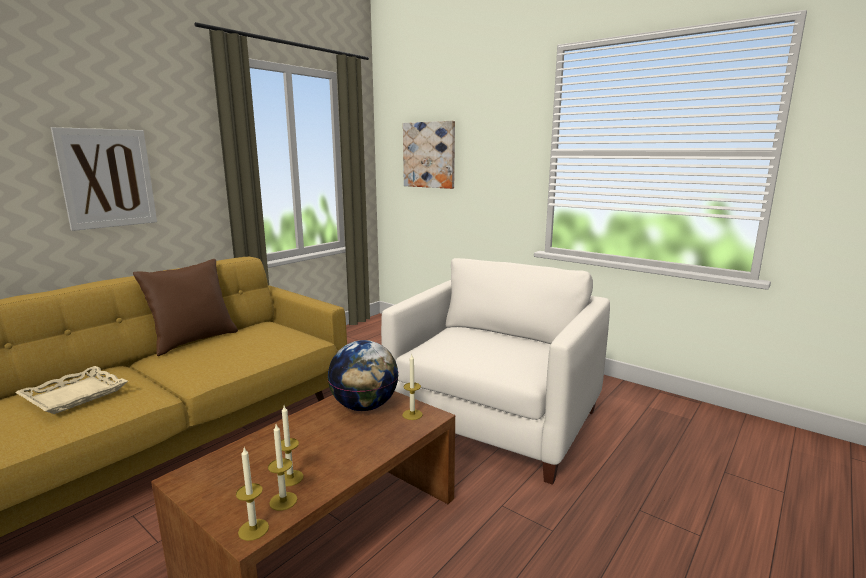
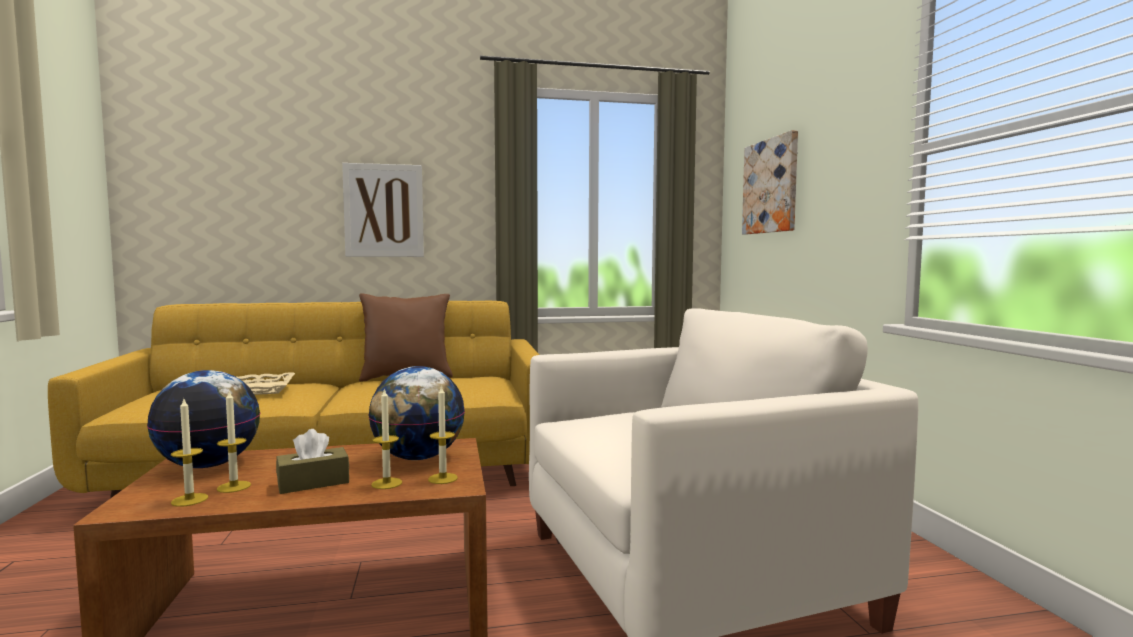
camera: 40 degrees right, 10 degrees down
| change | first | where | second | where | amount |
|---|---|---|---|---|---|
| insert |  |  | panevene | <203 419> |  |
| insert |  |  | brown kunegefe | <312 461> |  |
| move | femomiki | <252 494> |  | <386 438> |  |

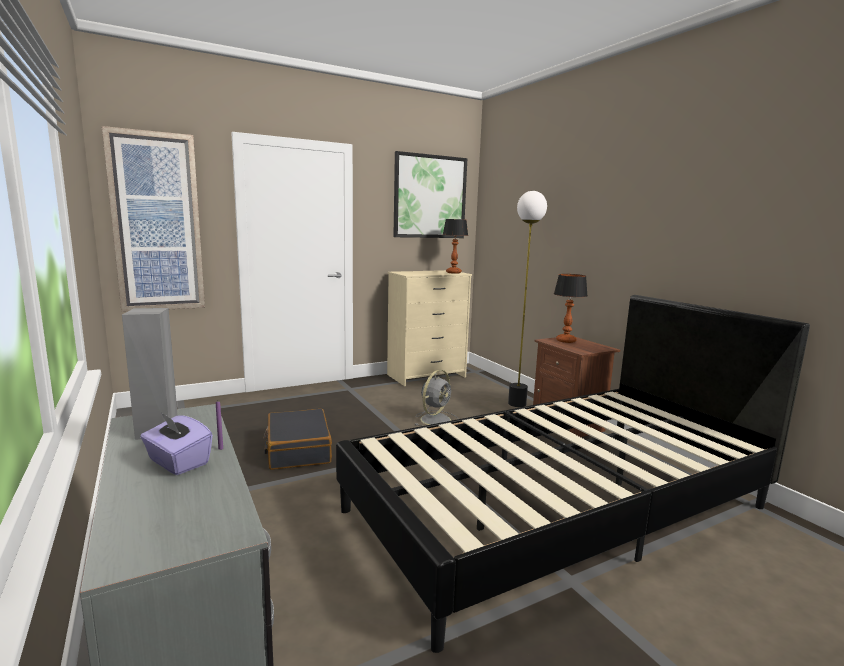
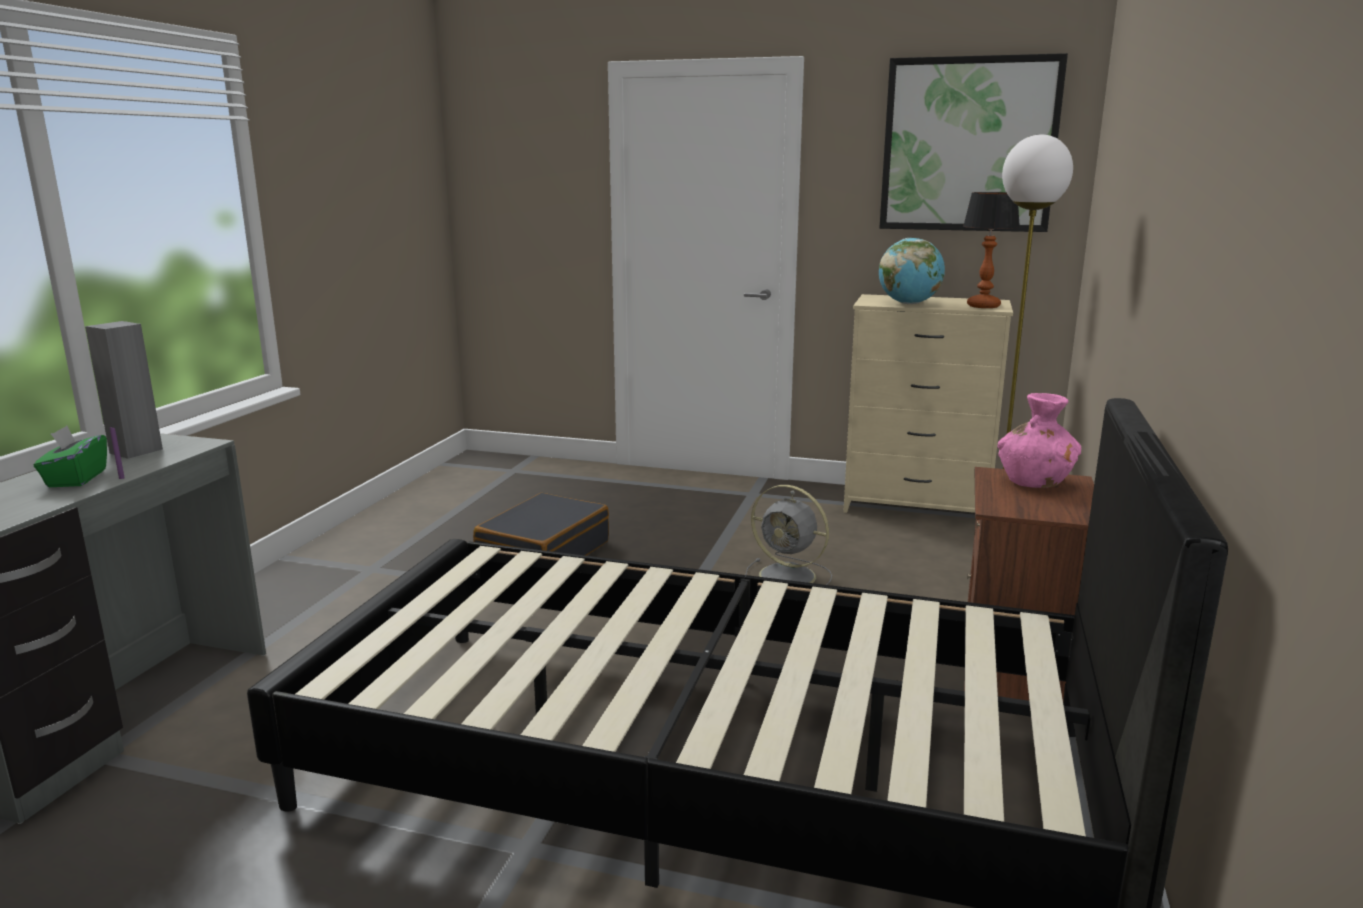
camera: 45 degrees right, 5 degrees up
| change | first | where | second | where | amount |
|---|---|---|---|---|---|
| delete | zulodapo | <153 219> |  |  |  |
| insert |  |  | panevene | <912 271> |  |
| replace | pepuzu | <571 308> | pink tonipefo | <1039 440> |  |
| recolor | purple kunegefe | <176 443> | green kunegefe | <70 456> |  |
| rotate | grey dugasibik | <436 398> |  | <788 535> | 45 degrees clockwise |

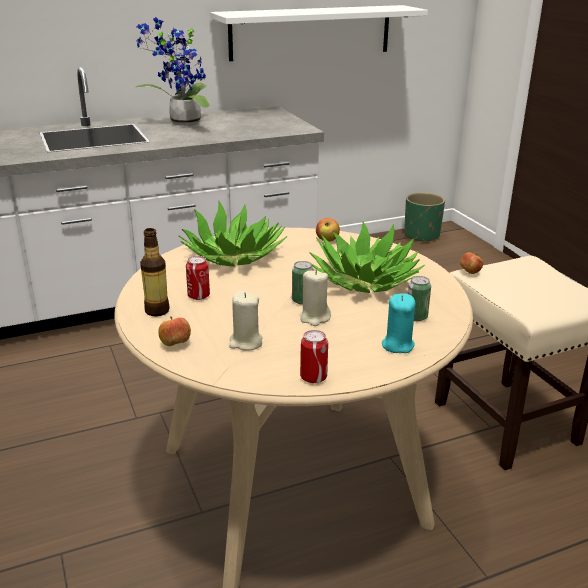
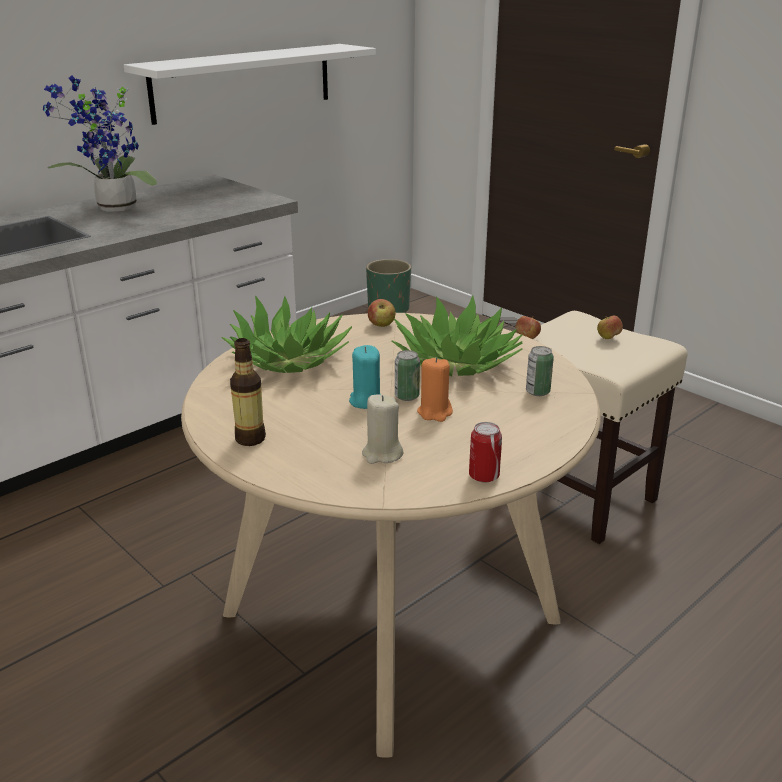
camera: 20 degrees left, 0 degrees up
| change | first | where | second | where | amount |
|---|---|---|---|---|---|
| delete | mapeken | <198 278> |  |  |  |
| move | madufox | <174 331> |  | <610 327> |  |
| move | turquoise femomiki | <399 323> |  | <365 377> |  |
| recolor | beige femomiki | <315 298> | orange femomiki | <435 389> |  |

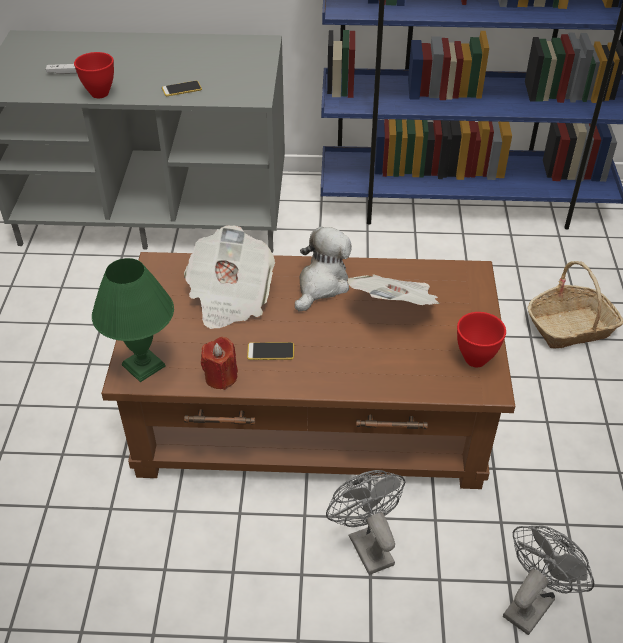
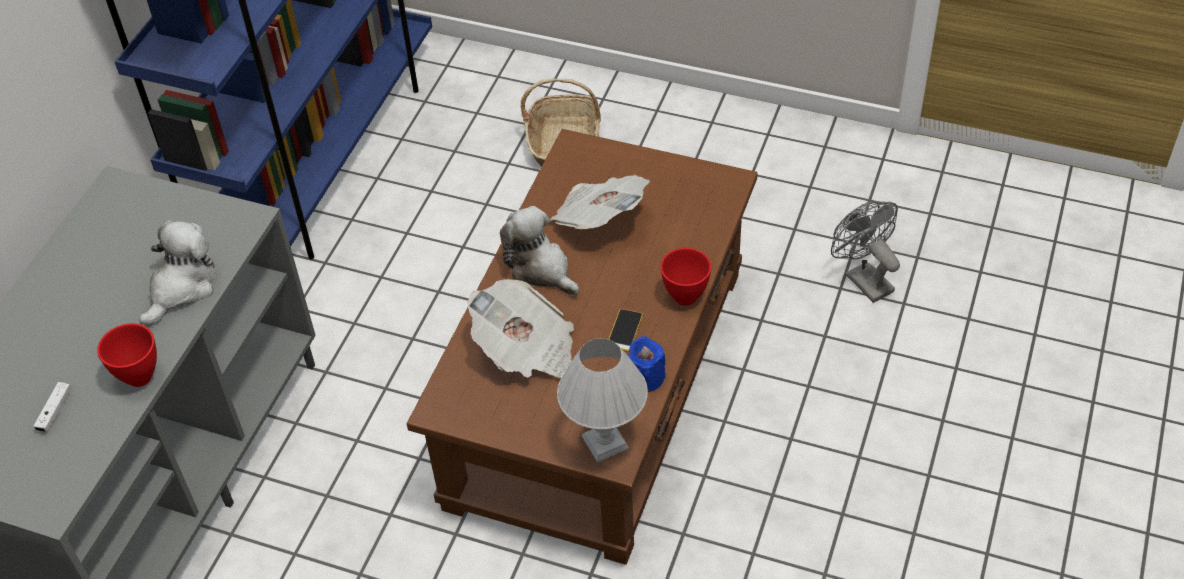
camera: 70 degrees left, 5 degrees up
| change | first | where | second | where | amount |
|---|---|---|---|---|---|
| delete | grey dugasibik | <365 522> |  |  |  |
| move | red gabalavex | <481 339> |  | <685 277> |  |
| replace | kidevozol | <182 88> | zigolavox | <177 273> |  |
| recolor | green pepuzu | <133 320> | white pepuzu | <602 400> |  |
| recolor | red femomiki | <219 363> | blue femomiki | <647 364> |  |

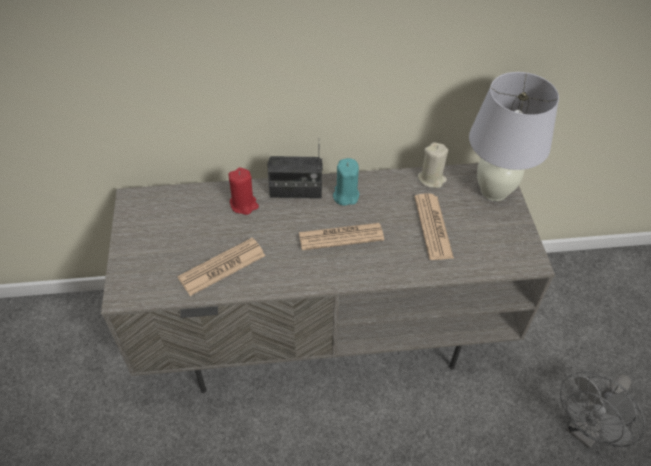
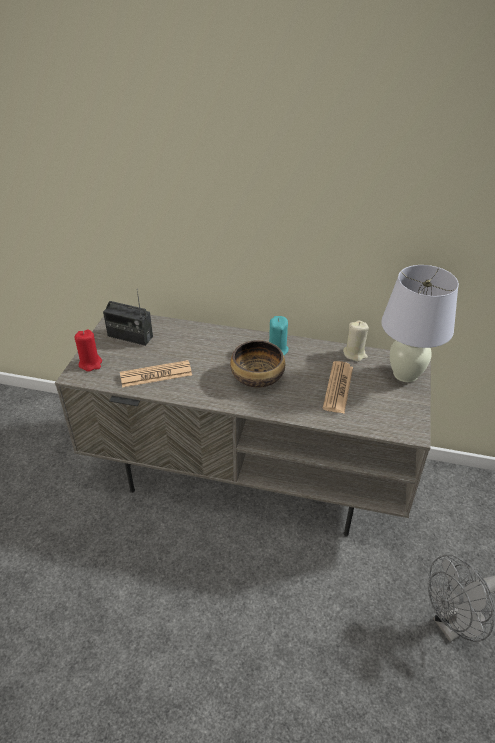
camera: 20 degrees right, 10 degrees down
| change | first | where | second | where | amount |
|---|---|---|---|---|---|
| move | red femomiki | <243 191> |  | <88 351> |  |
| move | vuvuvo | <295 168> |  | <128 317> |  |
| replace | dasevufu | <341 236> | gabalavex | <257 364> |  |

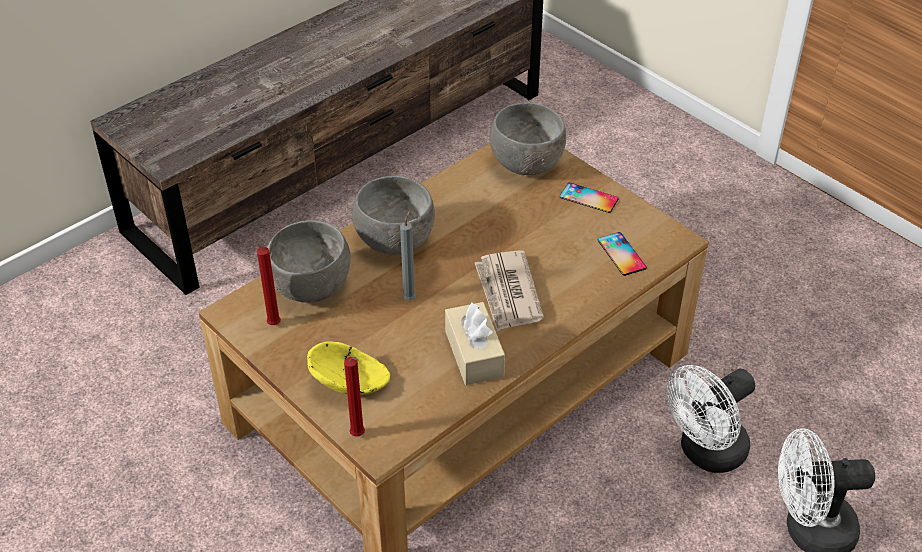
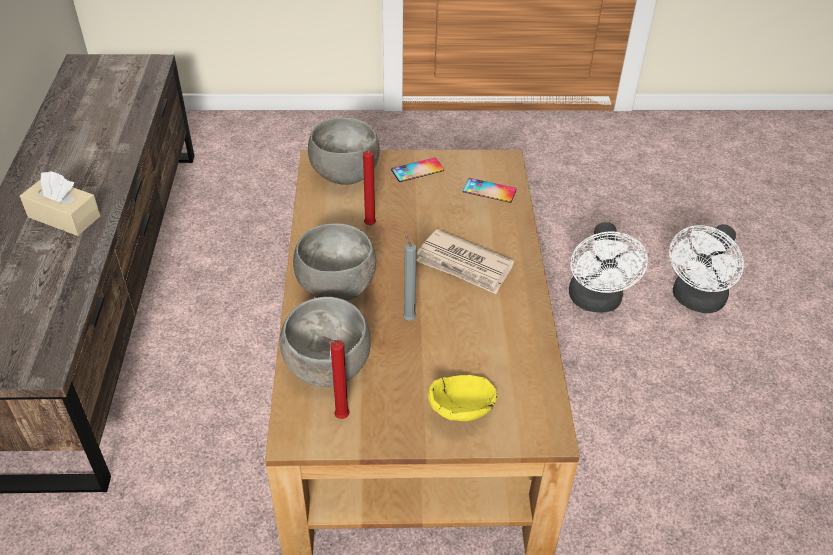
camera: 50 degrees left, 0 degrees up
| change | first | where | second | where | amount |
|---|---|---|---|---|---|
| move | red femomiki | <354 397> |  | <371 185> |  |
| move | beige kunegefe | <475 343> |  | <60 203> |  |

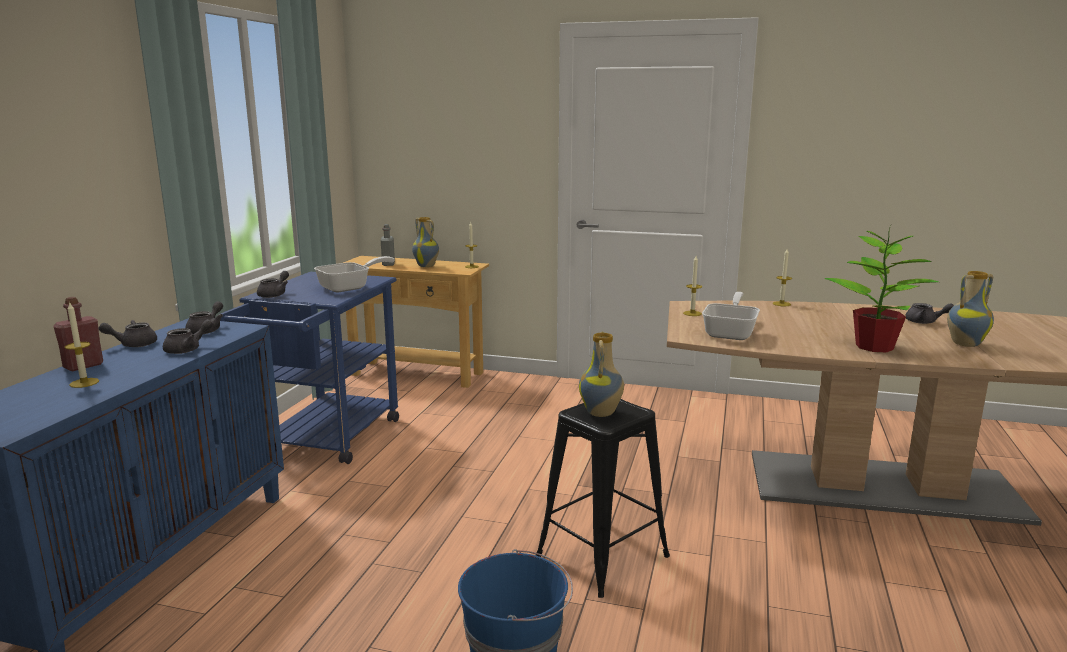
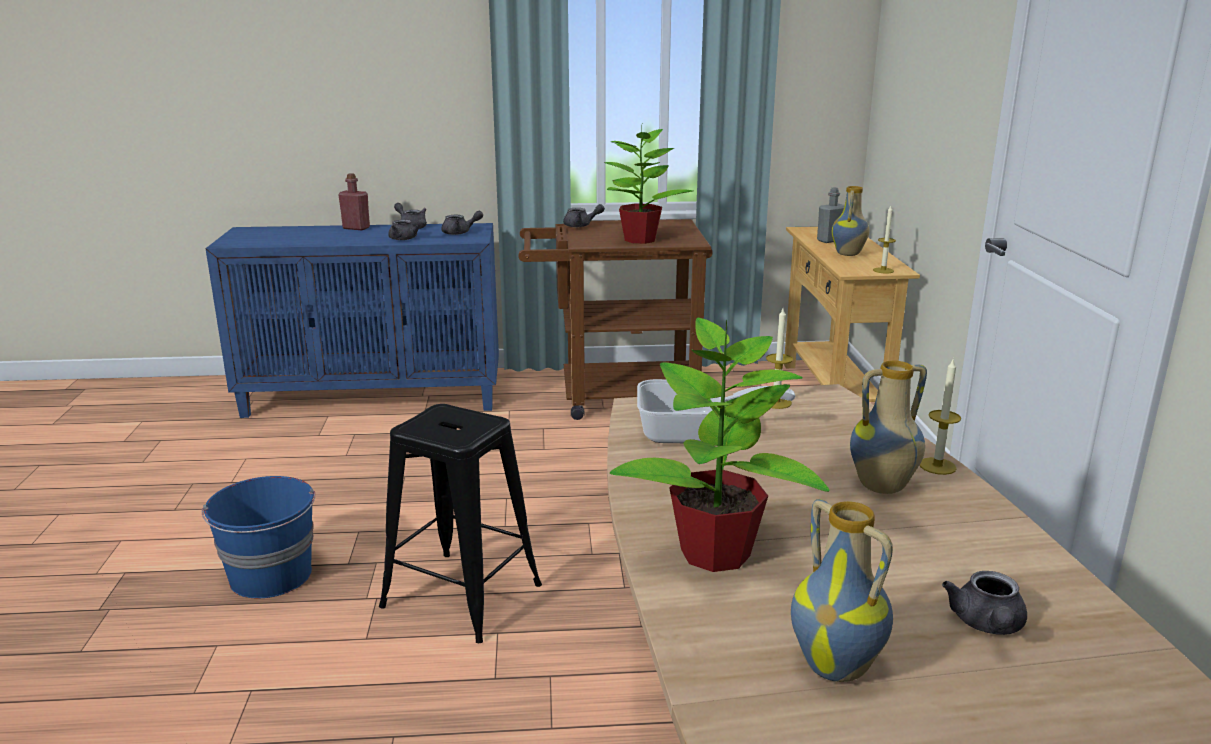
camera: 70 degrees right, 5 degrees up
| change | first | where | second | where | amount |
|---|---|---|---|---|---|
| delete | femomiki | <82 344> |  |  |  |
| move | tonipefo | <601 374> |  | <888 427> |  |
| replace | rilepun | <354 274> | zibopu | <648 185> |  |
| recolor | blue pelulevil | <309 368> | brown pelulevil | <615 319> |  |

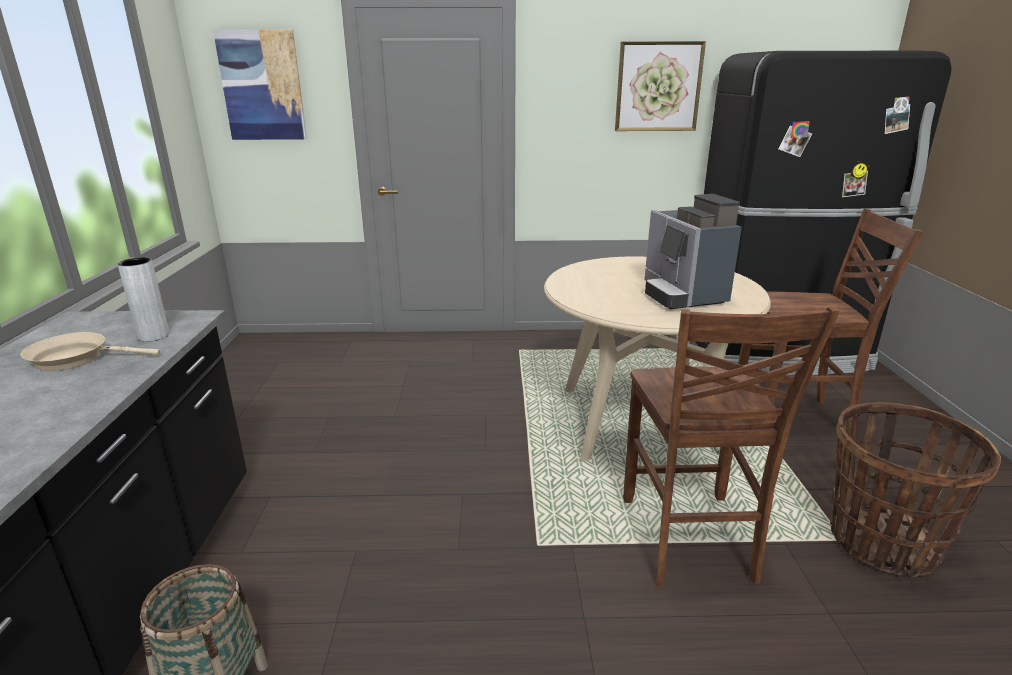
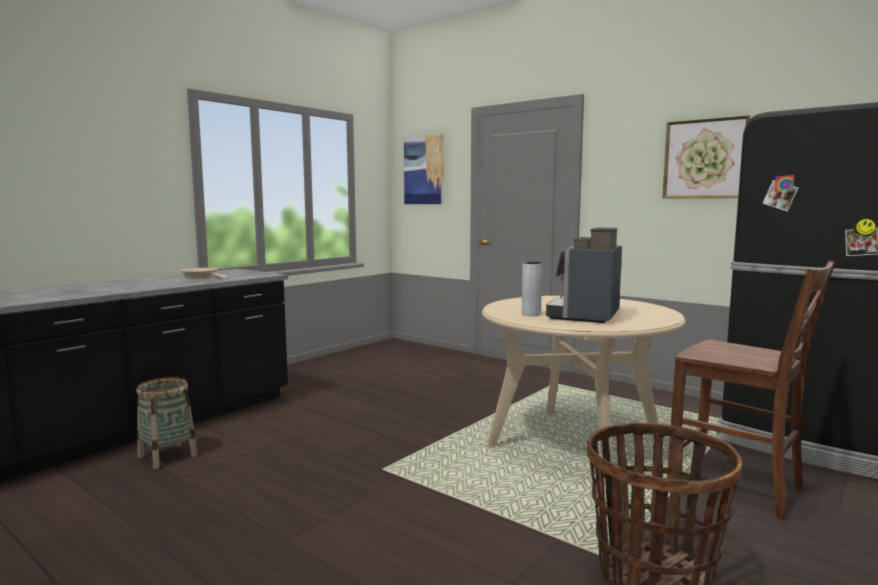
camera: 40 degrees right, 15 degrees down
| change | first | where | second | where | amount |
|---|---|---|---|---|---|
| delete | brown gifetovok | <731 447> |  |  |  |
| move | grey tonipefo | <144 299> |  | <532 289> |  |

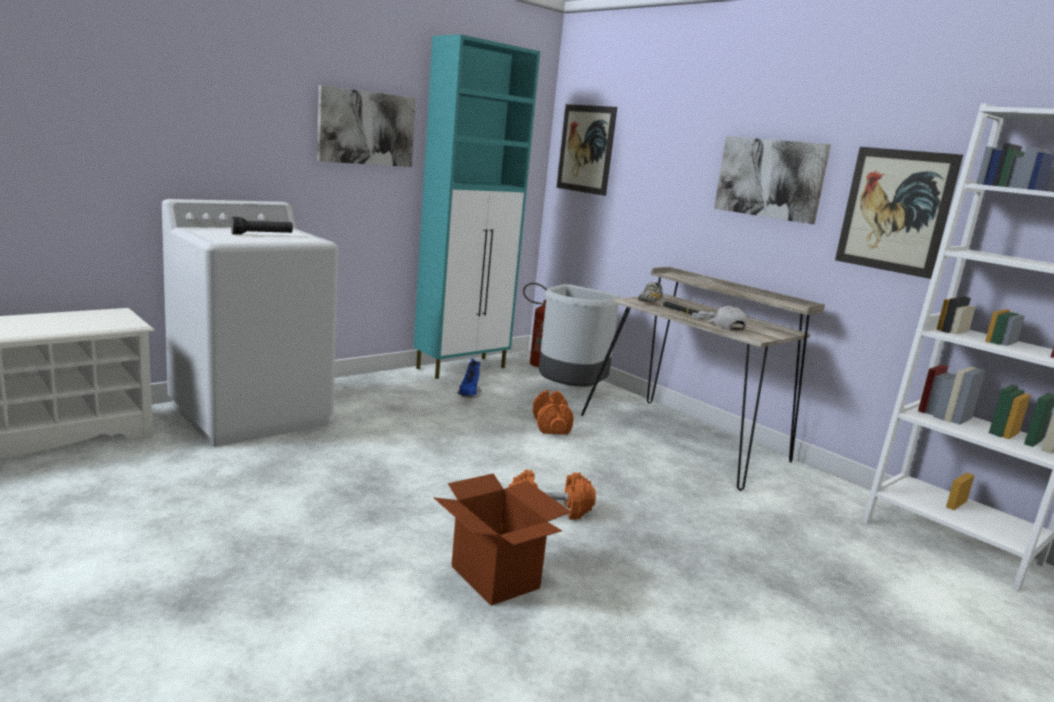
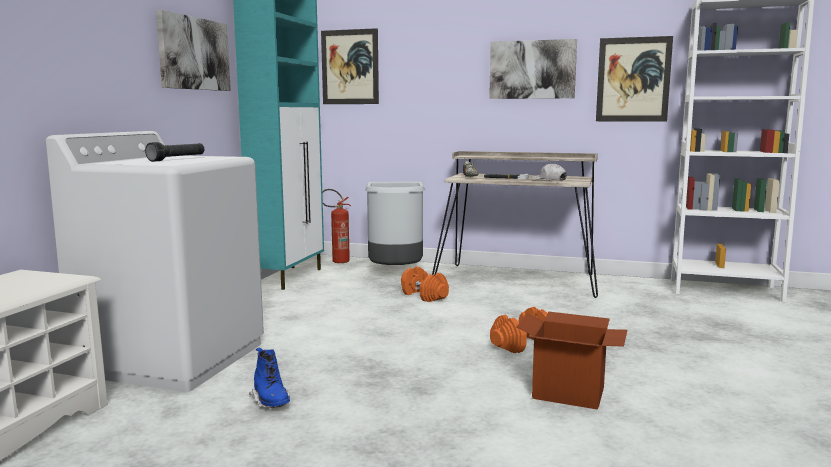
camera: 30 degrees left, 5 degrees down
| change | first | where | second | where | amount |
|---|---|---|---|---|---|
| move | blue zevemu | <469 378> |  | <269 377> |  |

